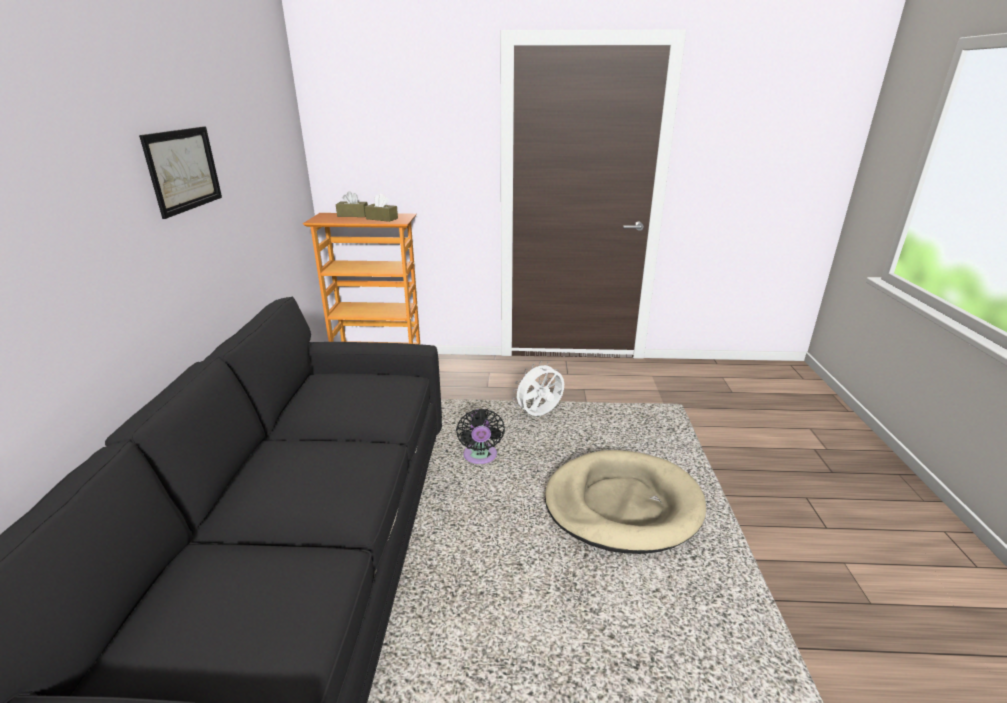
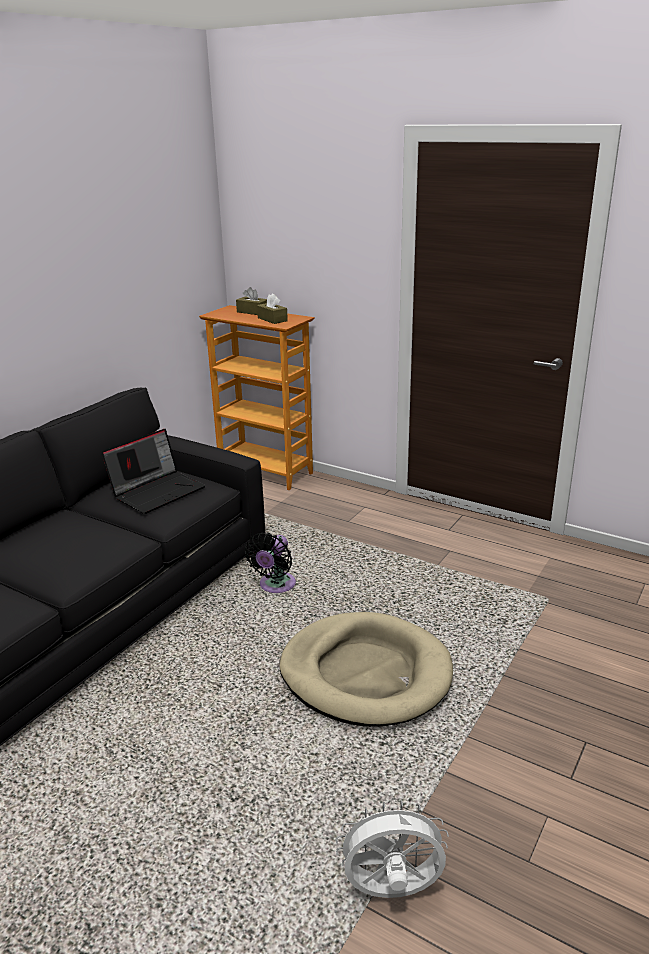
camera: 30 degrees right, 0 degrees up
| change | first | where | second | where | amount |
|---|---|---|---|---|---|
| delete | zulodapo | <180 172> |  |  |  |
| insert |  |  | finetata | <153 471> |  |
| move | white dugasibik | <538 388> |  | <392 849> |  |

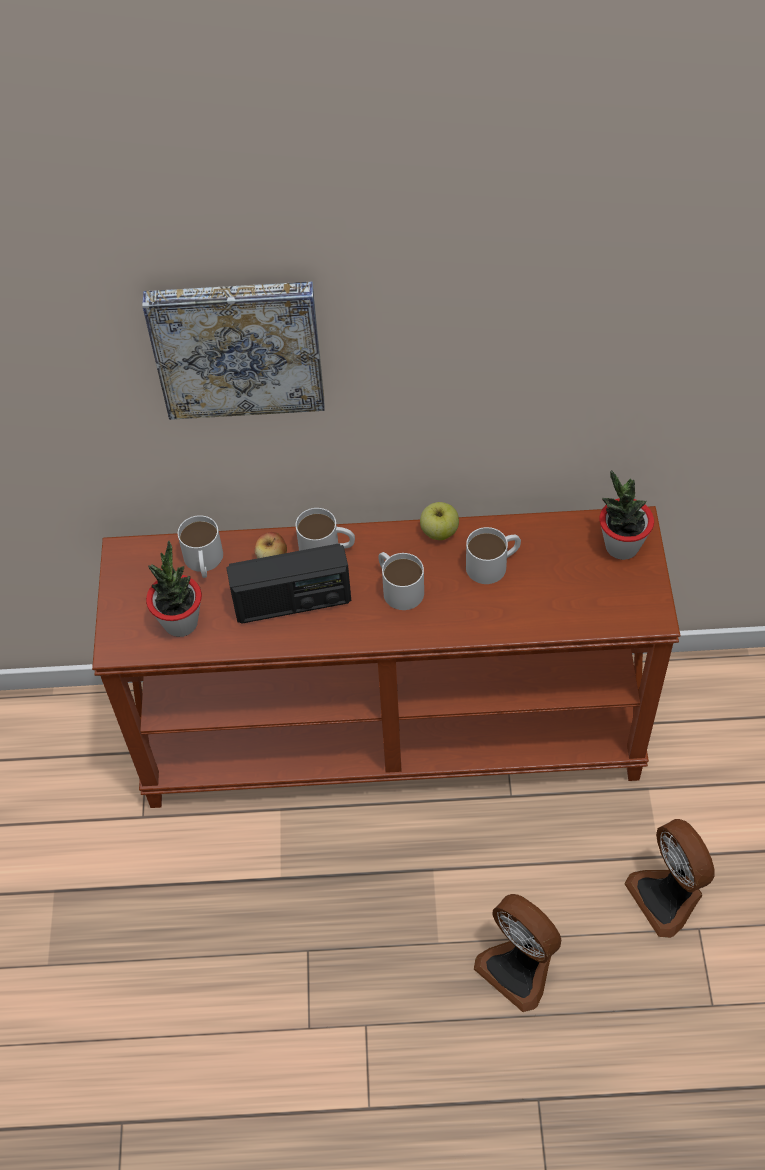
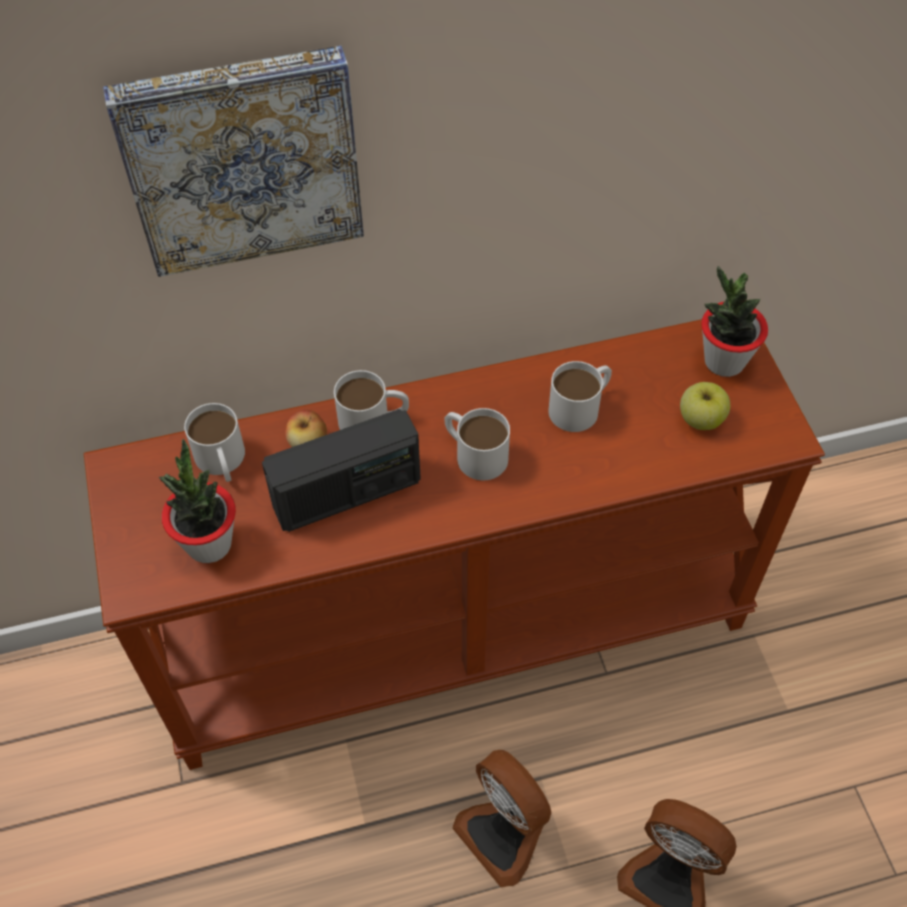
camera: 15 degrees left, 0 degrees up
| change | first | where | second | where | amount |
|---|---|---|---|---|---|
| move | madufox | <439 521> |  | <705 406> |  |
| move | dugasibik | <669 878> |  | <501 818> |  |

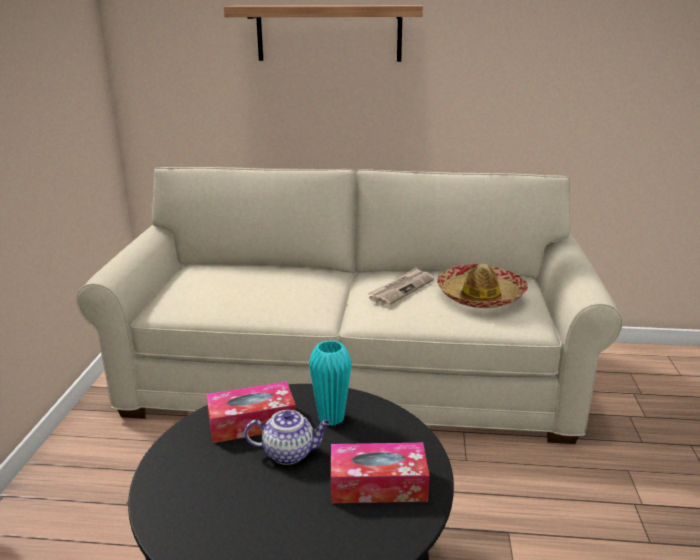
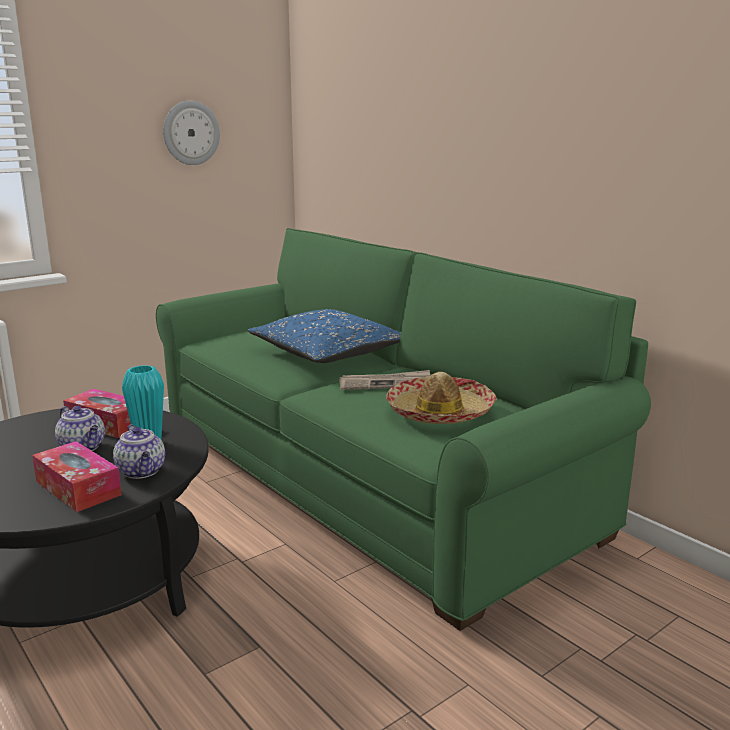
camera: 45 degrees right, 5 degrees down
| change | first | where | second | where | amount |
|---|---|---|---|---|---|
| delete | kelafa | <323 33> |  |  |  |
| insert |  |  | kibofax | <139 451> |  |
| insert |  |  | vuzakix | <191 133> |  |
| insert |  |  | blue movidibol | <324 336> |  |
| recolor | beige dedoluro | <349 305> | green dedoluro | <403 429> |  |

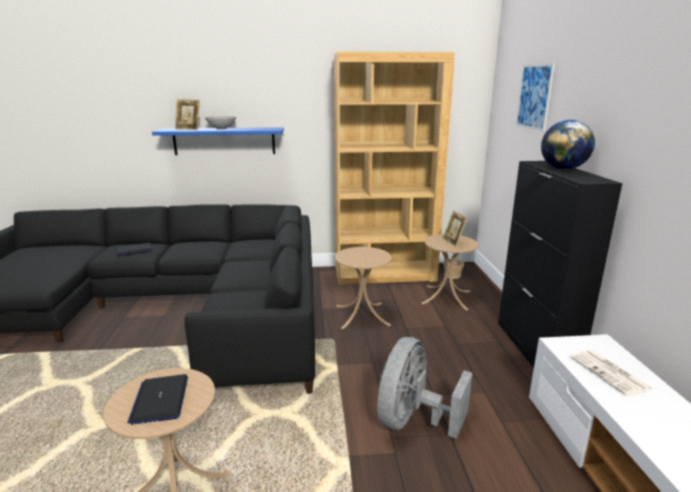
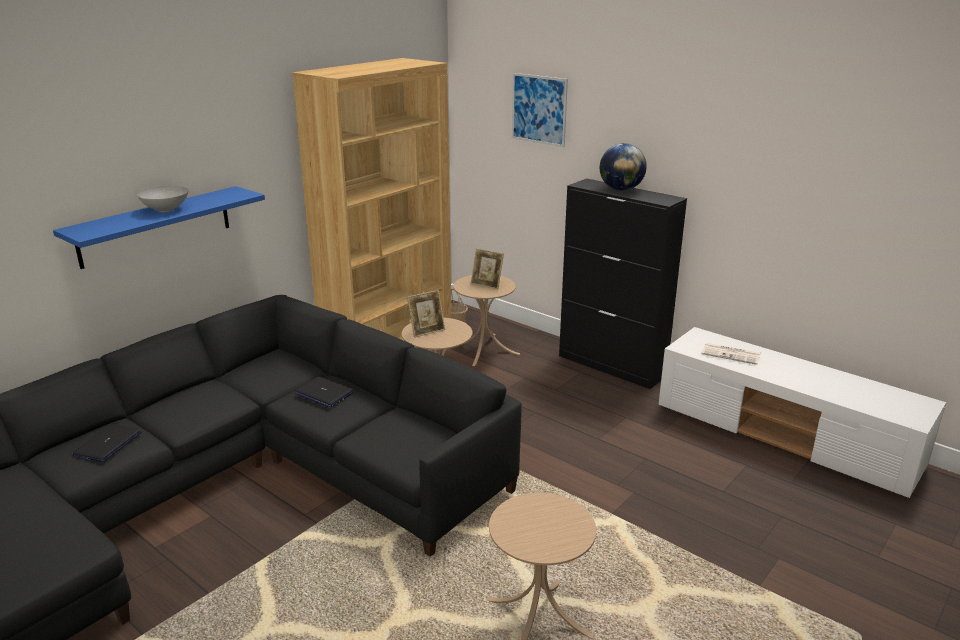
camera: 45 degrees left, 5 degrees up
| change | first | where | second | where | amount |
|---|---|---|---|---|---|
| delete | grey dugasibik | <425 388> |  |  |  |
| move | finetata | <157 399> |  | <324 392> |  |
| move | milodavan | <187 114> |  | <426 314> |  |

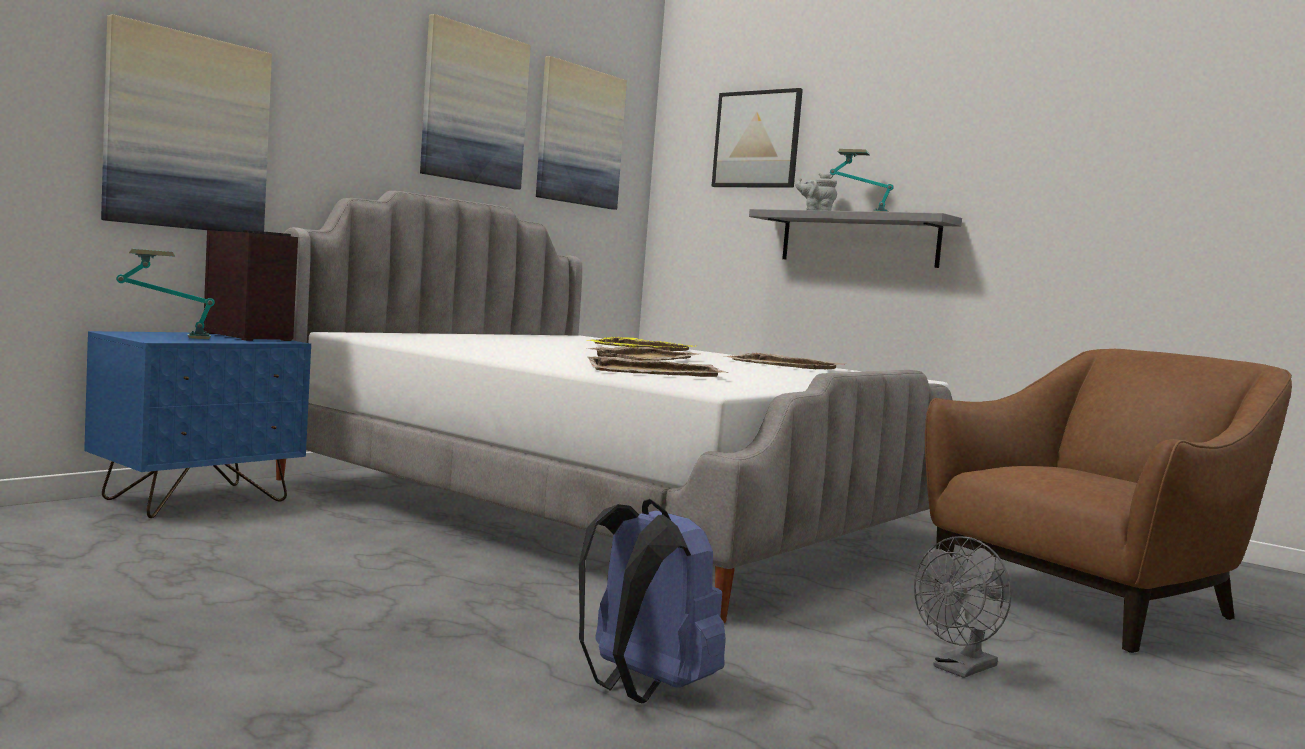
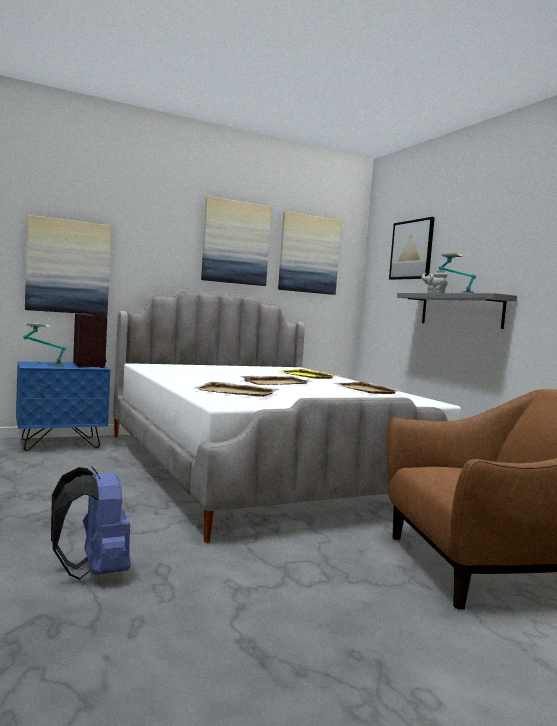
camera: 25 degrees right, 0 degrees up
| change | first | where | second | where | amount |
|---|---|---|---|---|---|
| delete | grey dugasibik | <963 607> |  |  |  |

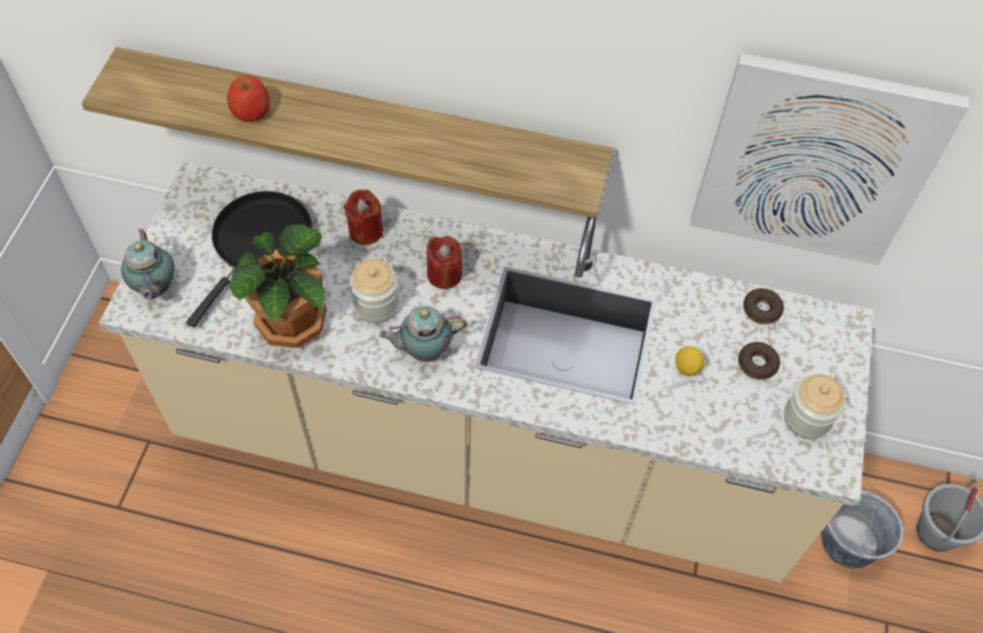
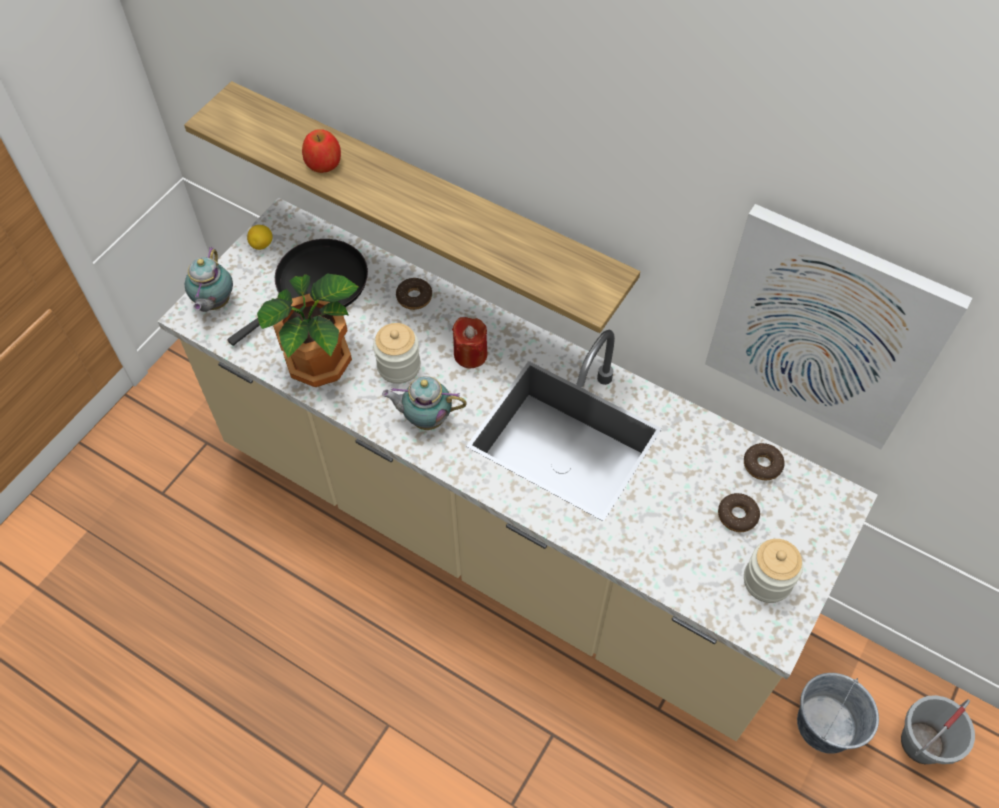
camera: 20 degrees right, 0 degrees up
| change | first | where | second | where | amount |
|---|---|---|---|---|---|
| move | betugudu | <690 361> |  | <260 237> |  |
| replace | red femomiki | <363 217> | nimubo | <414 294> |  |

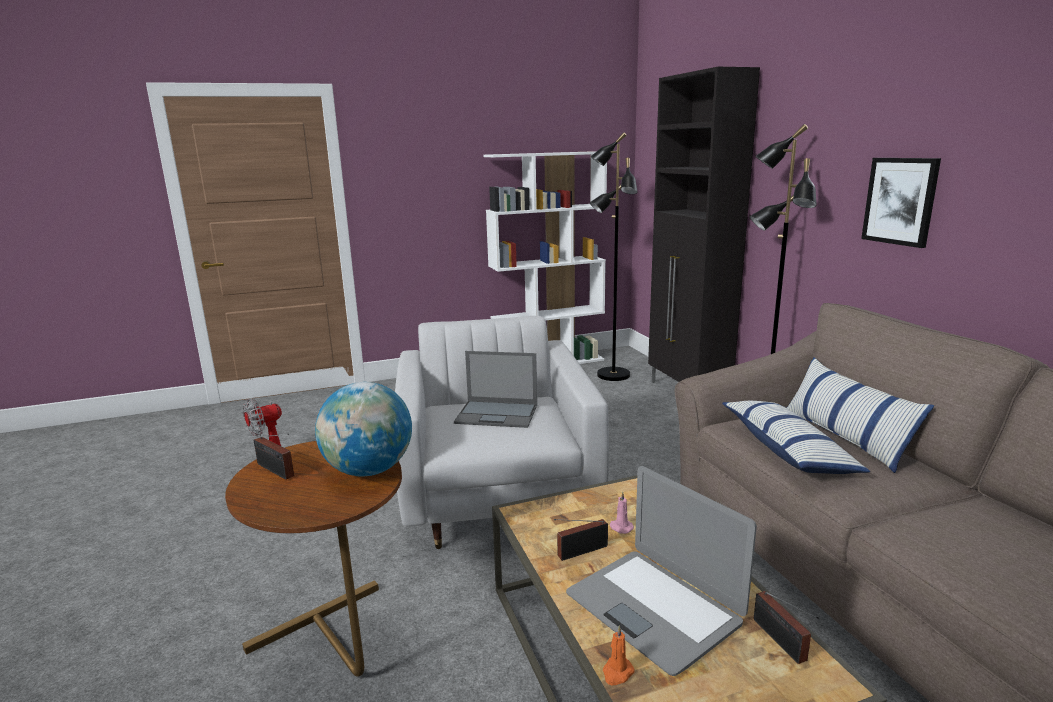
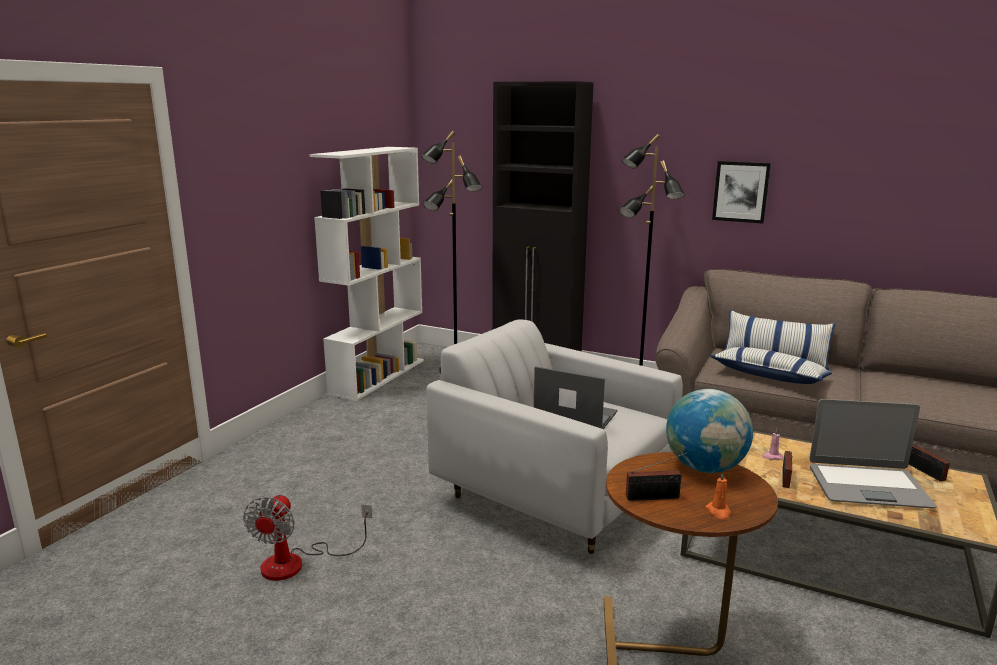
camera: 45 degrees left, 0 degrees up
| change | first | where | second | where | amount |
|---|---|---|---|---|---|
| move | orange femomiki | <619 655> |  | <718 496> |  |
| rotate | finetata | <495 389> |  | <575 397> | 120 degrees counterclockwise |
| rotate | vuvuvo | <786 627> |  | <932 463> | 45 degrees clockwise |

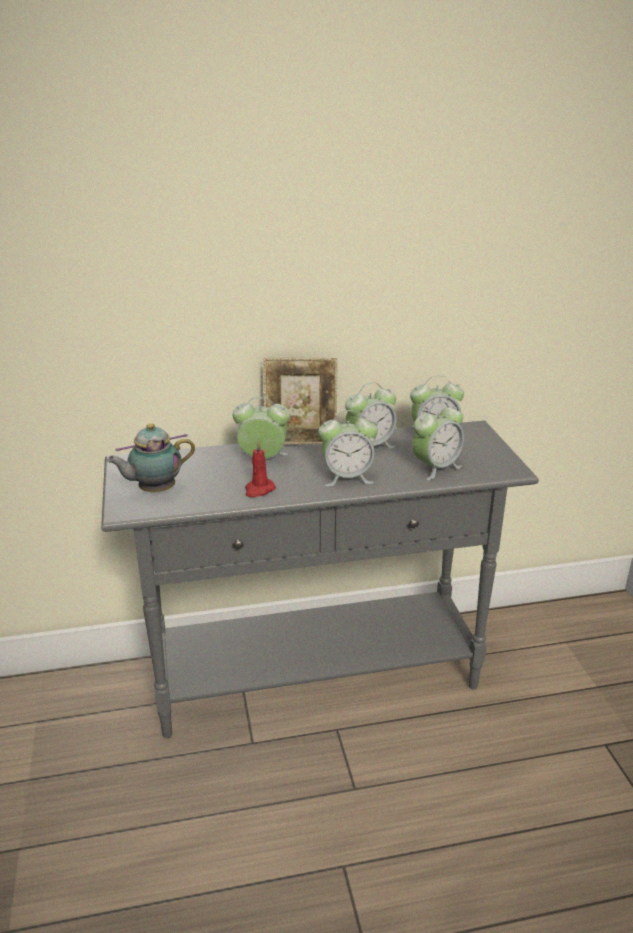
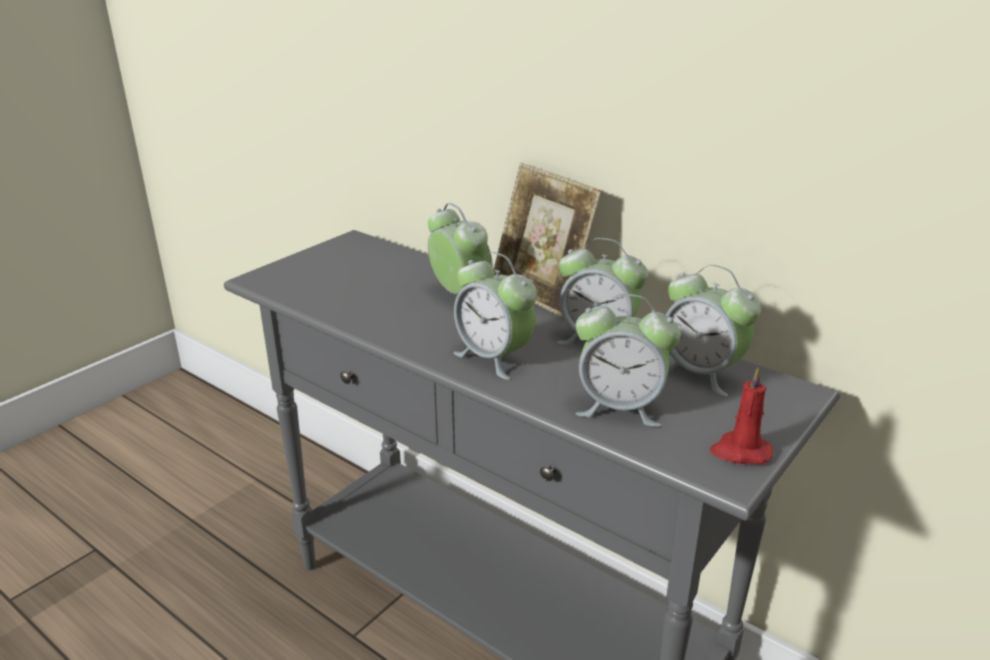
camera: 50 degrees right, 0 degrees up
| change | first | where | second | where | amount |
|---|---|---|---|---|---|
| delete | kibofax | <150 457> |  |  |  |
| move | red femomiki | <260 469> |  | <741 415> |  |

